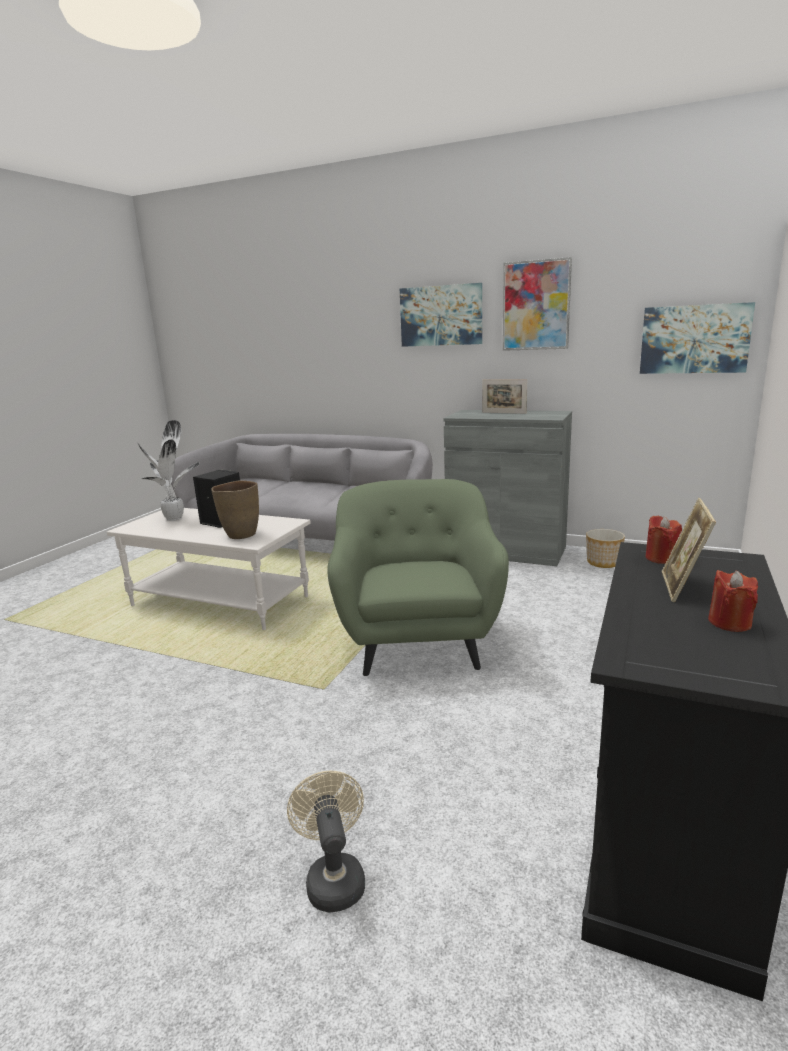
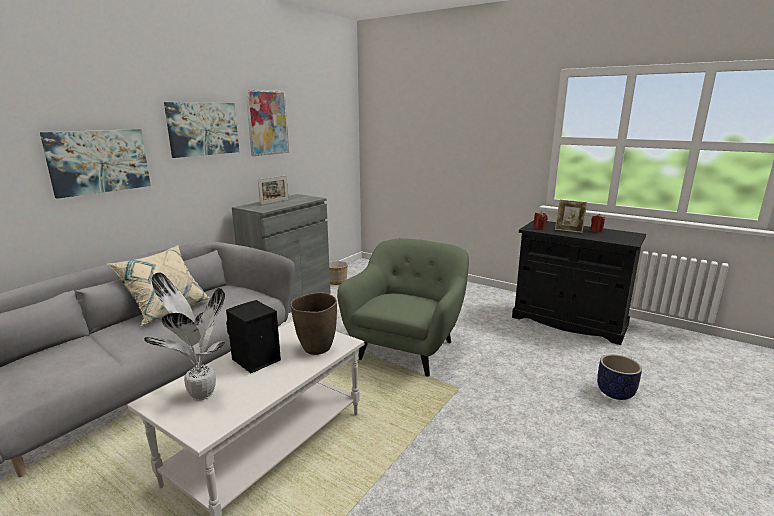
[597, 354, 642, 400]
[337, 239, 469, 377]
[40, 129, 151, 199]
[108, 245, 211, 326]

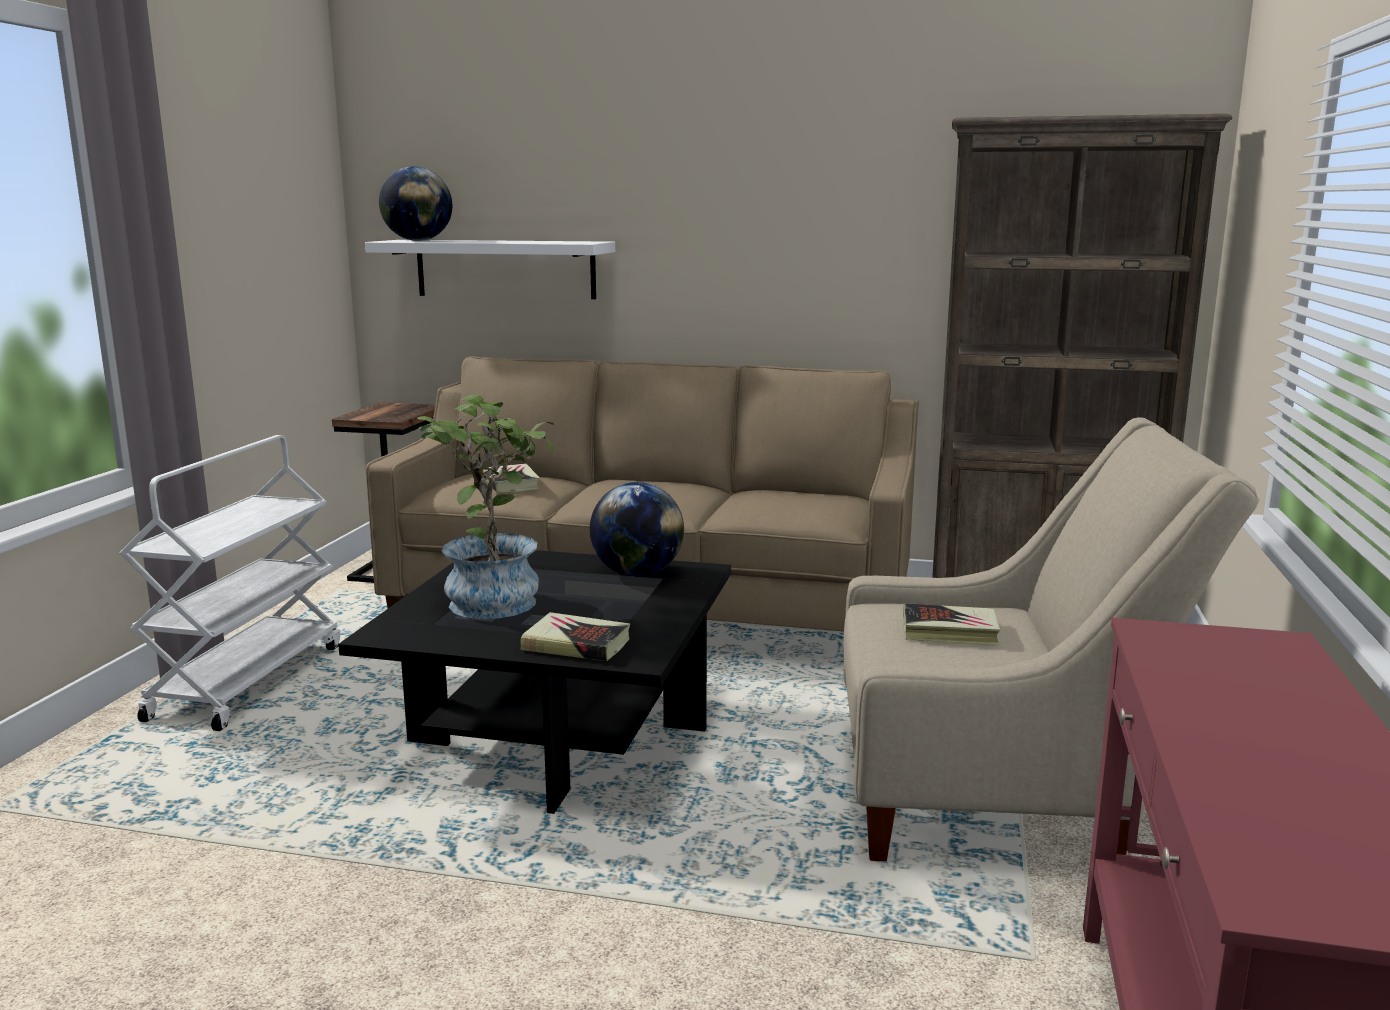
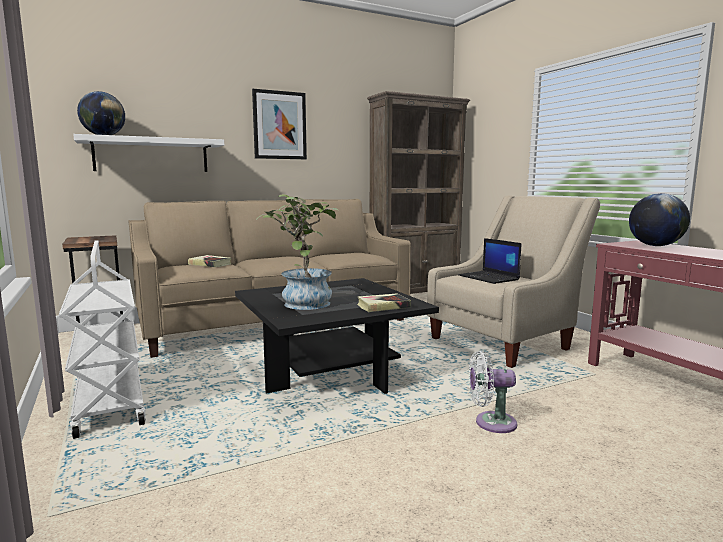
[629, 193, 690, 246]
[458, 238, 521, 284]
[252, 89, 307, 159]
[469, 351, 517, 433]

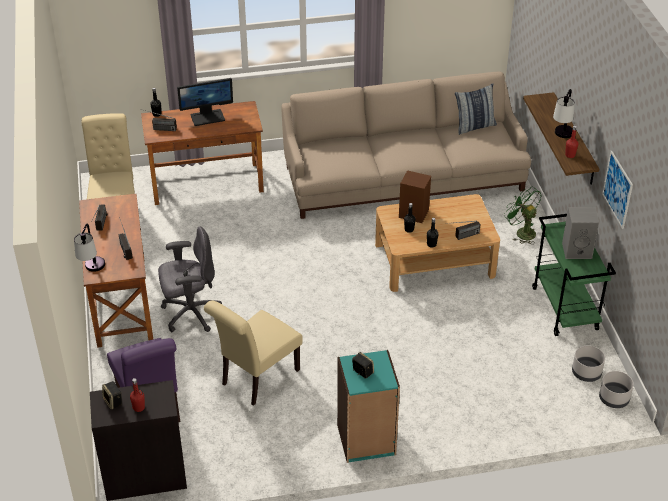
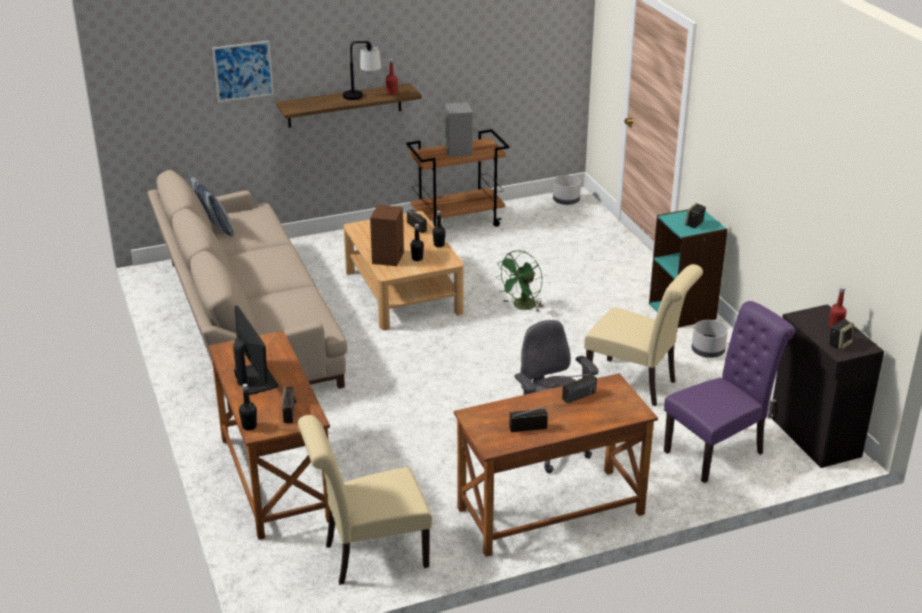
[74, 224, 105, 272] (first image)
[496, 250, 544, 312]
[406, 129, 509, 227]
[692, 320, 728, 358]
[212, 41, 274, 102]

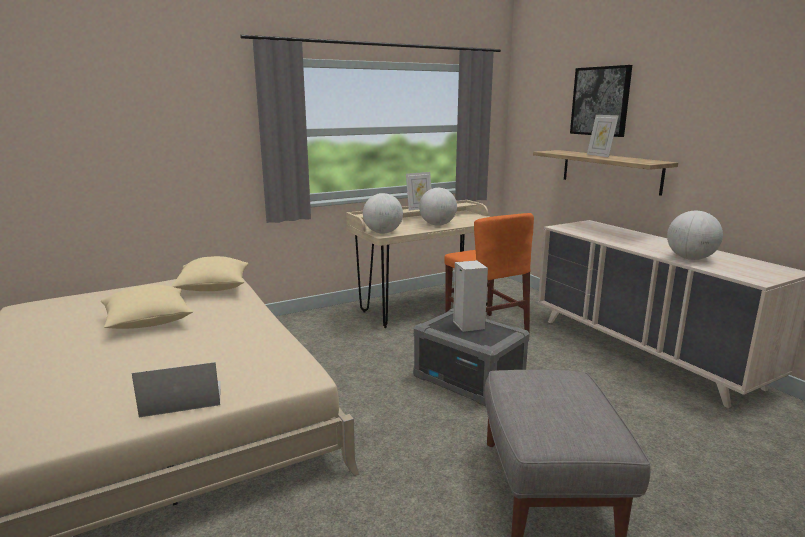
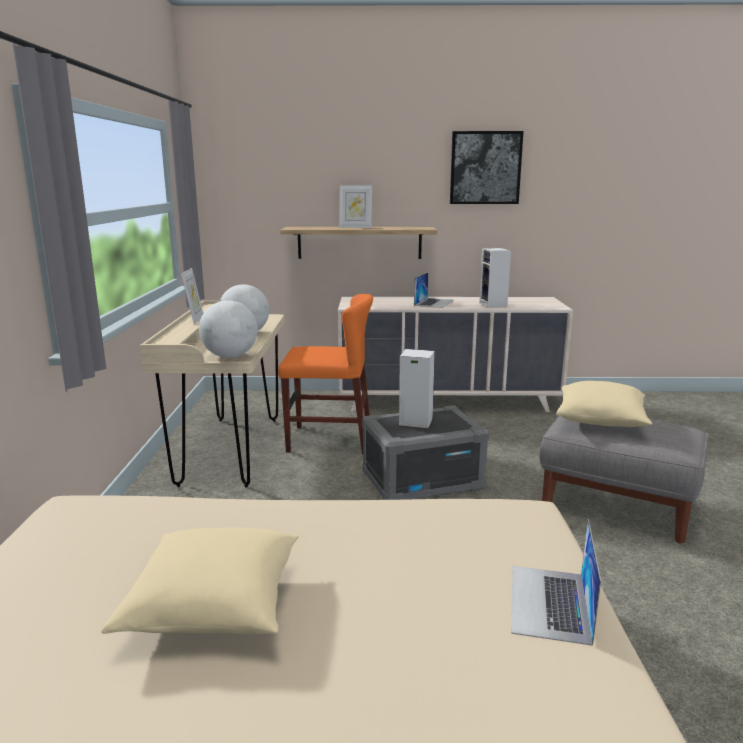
[556, 381, 652, 427]
[450, 131, 524, 204]
[479, 248, 511, 308]
[414, 272, 454, 308]

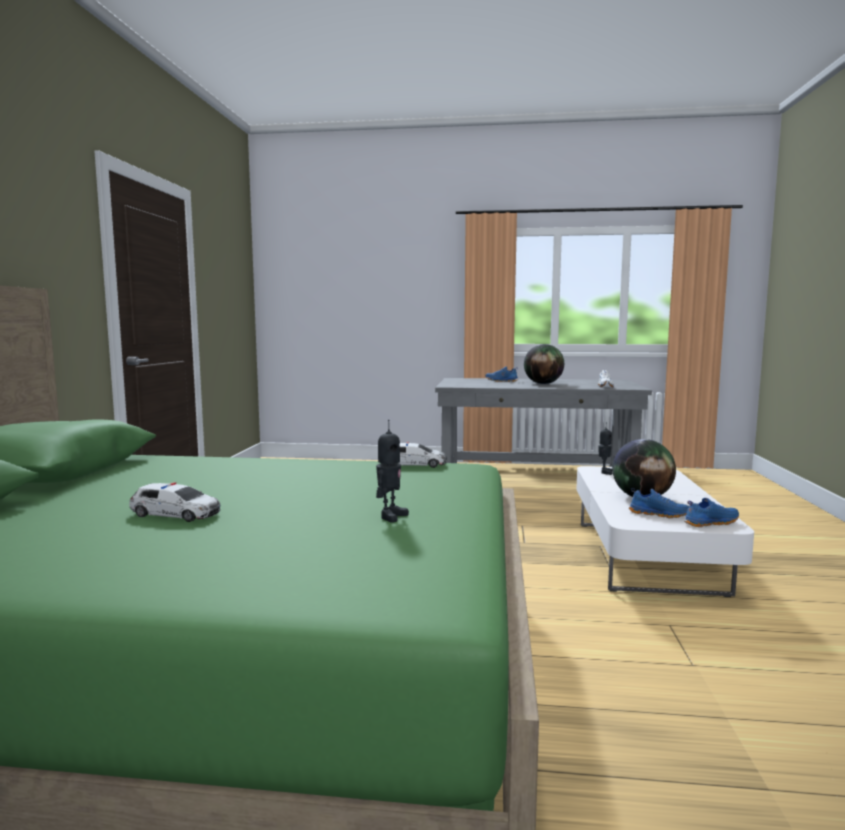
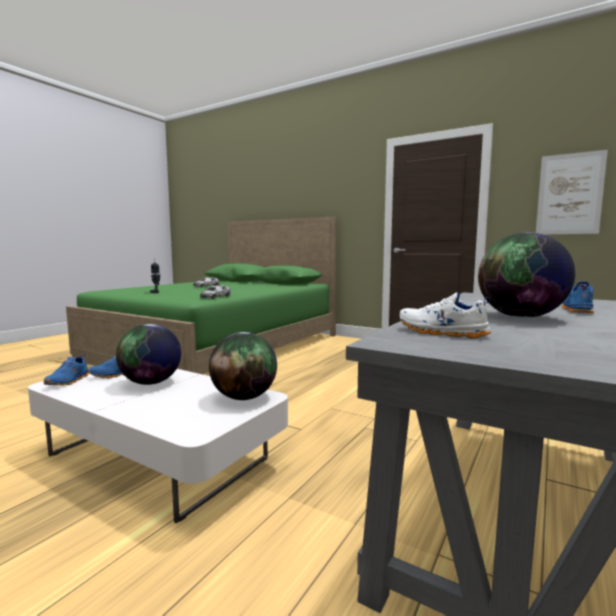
[209, 332, 277, 400]
[536, 150, 608, 235]

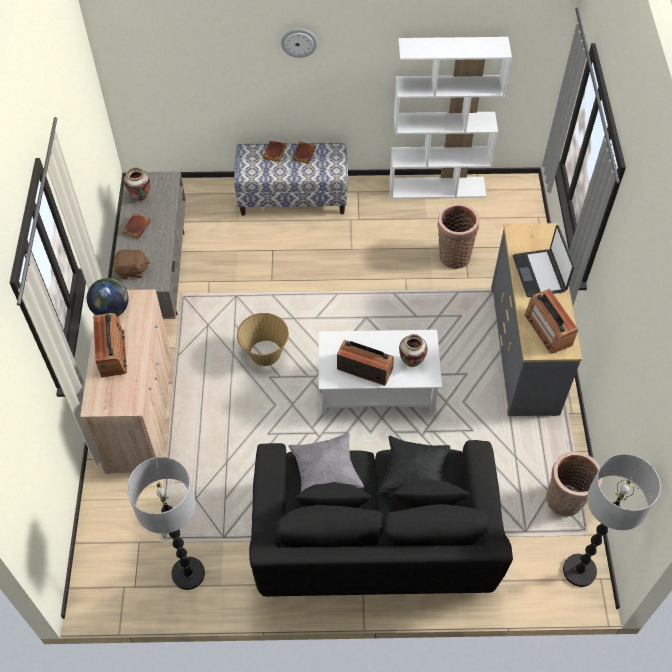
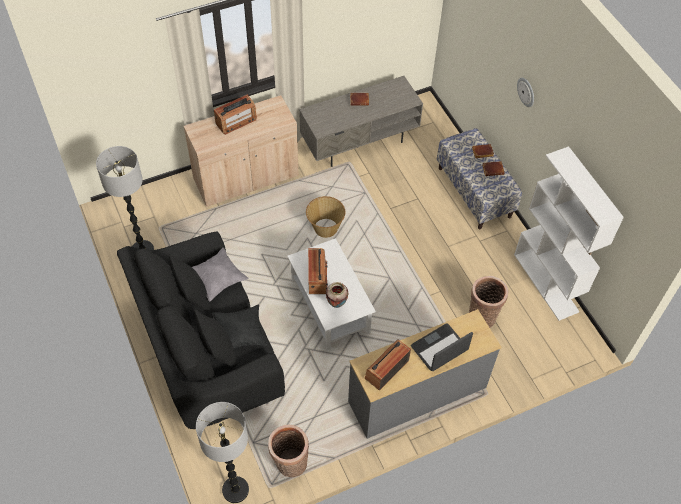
[87, 278, 129, 317] (first image)
[113, 246, 150, 279] (first image)
[124, 167, 150, 201] (first image)

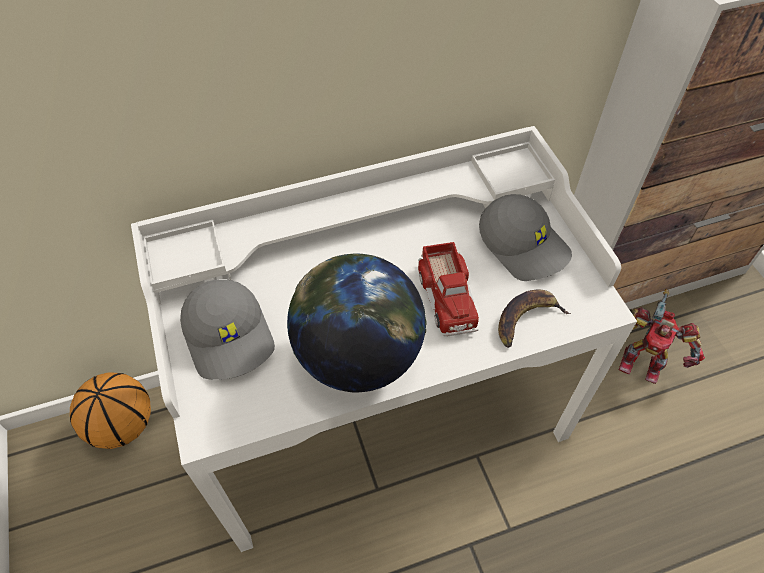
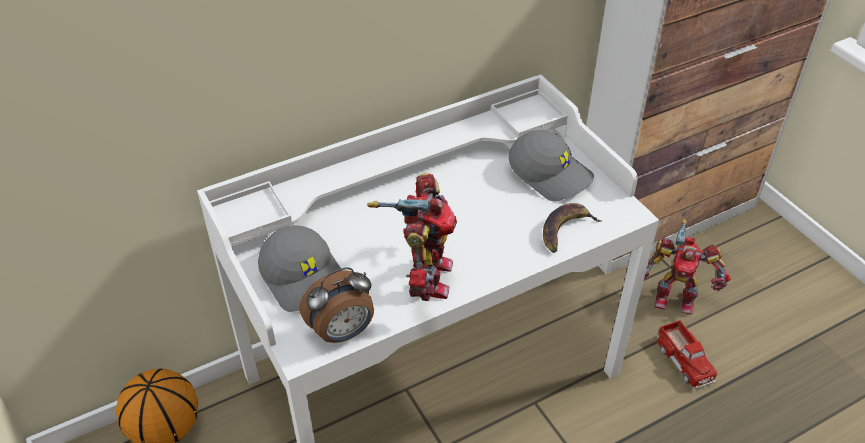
[367, 173, 457, 301]
[657, 320, 717, 389]
[300, 267, 374, 343]

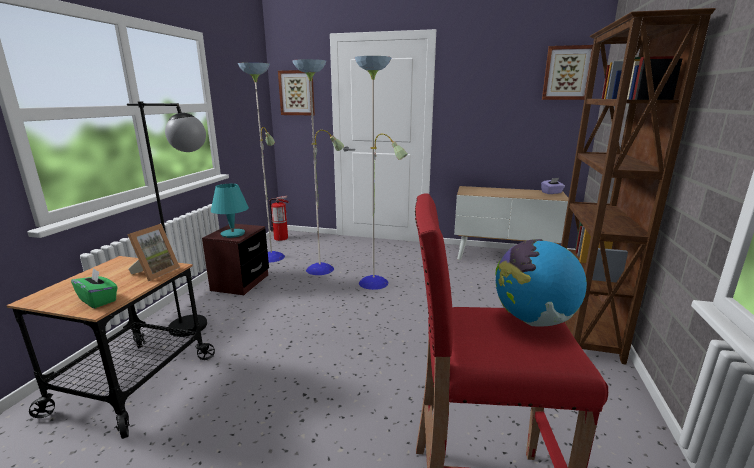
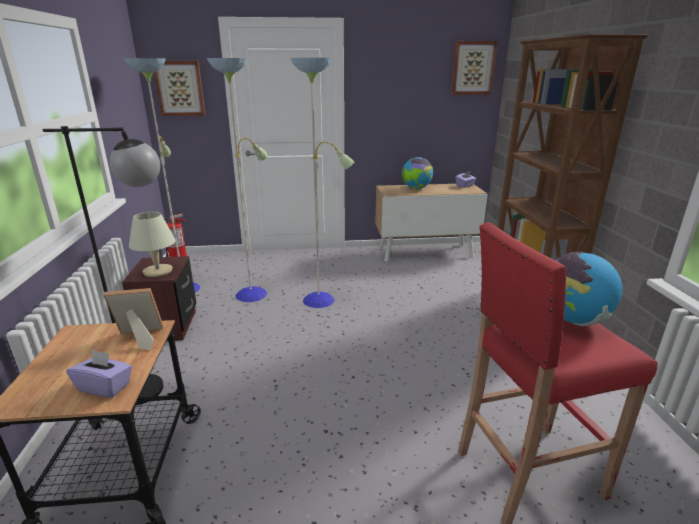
[67, 350, 132, 398]
[103, 288, 164, 350]
[129, 212, 176, 277]
[401, 157, 433, 189]

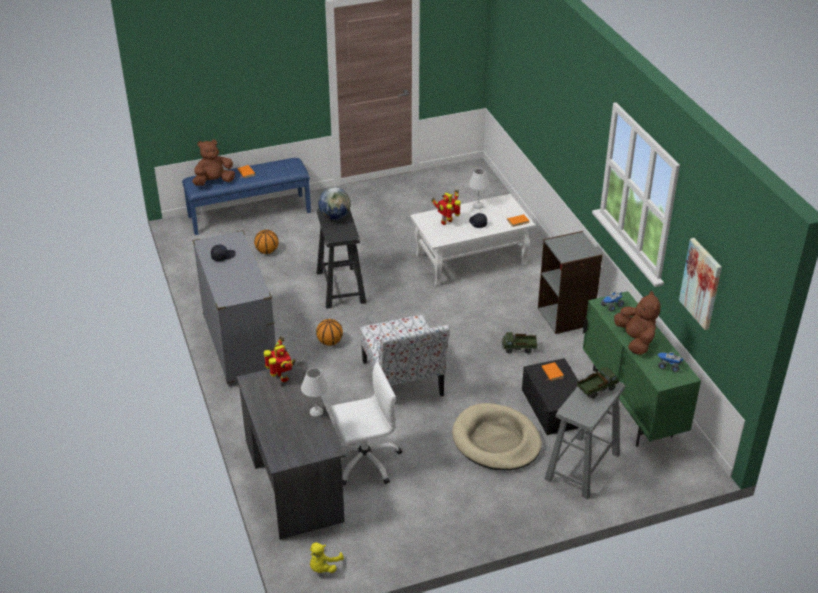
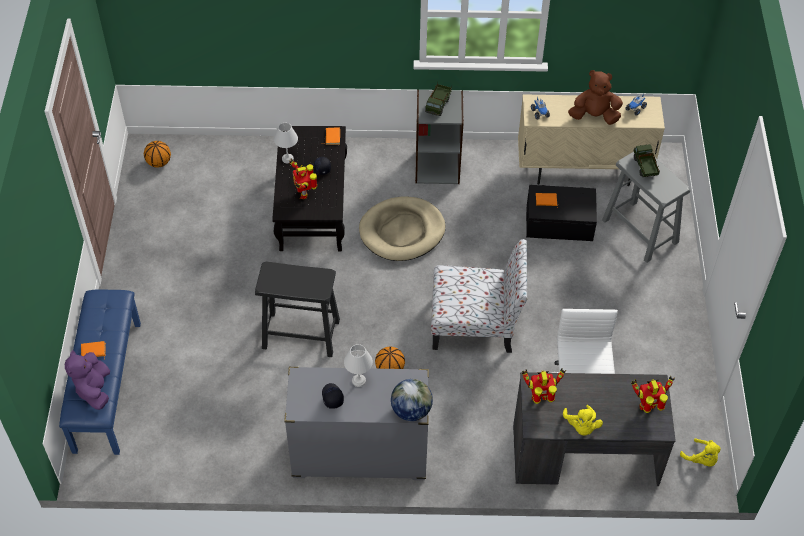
[65, 350, 110, 410]
[144, 141, 171, 168]
[344, 344, 373, 387]
[391, 379, 433, 421]
[272, 126, 347, 251]
[359, 196, 445, 261]
[425, 82, 452, 116]
[518, 94, 665, 186]
[679, 238, 722, 330] (first image)
[563, 405, 603, 435]
[631, 376, 675, 413]

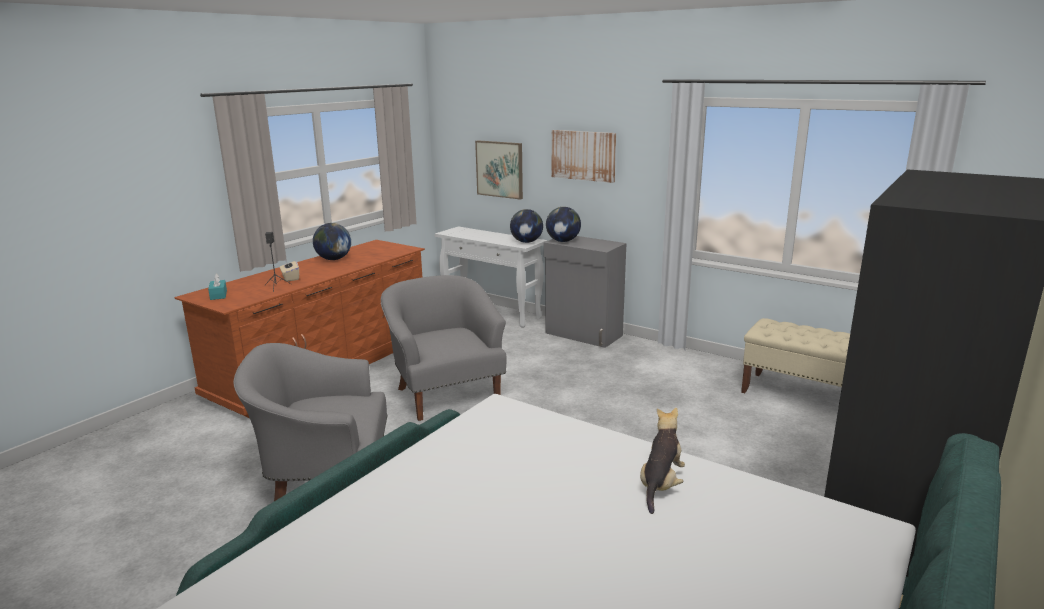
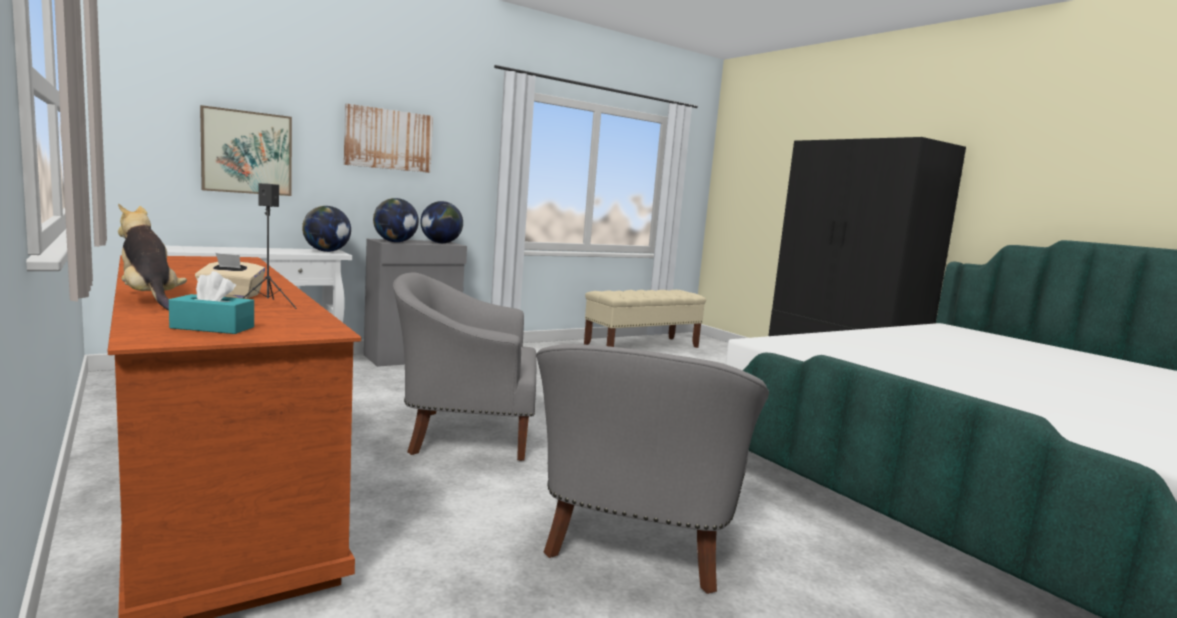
[420, 201, 463, 243]
[118, 203, 187, 310]

